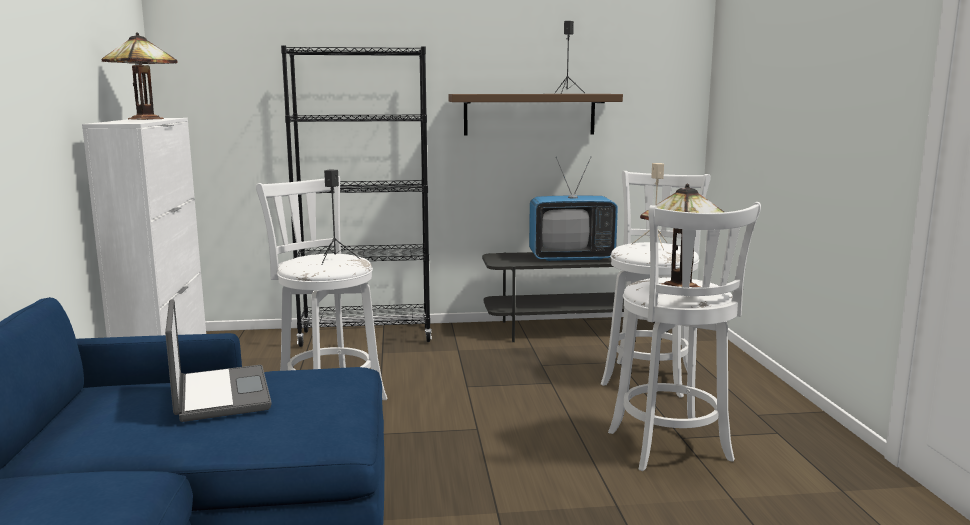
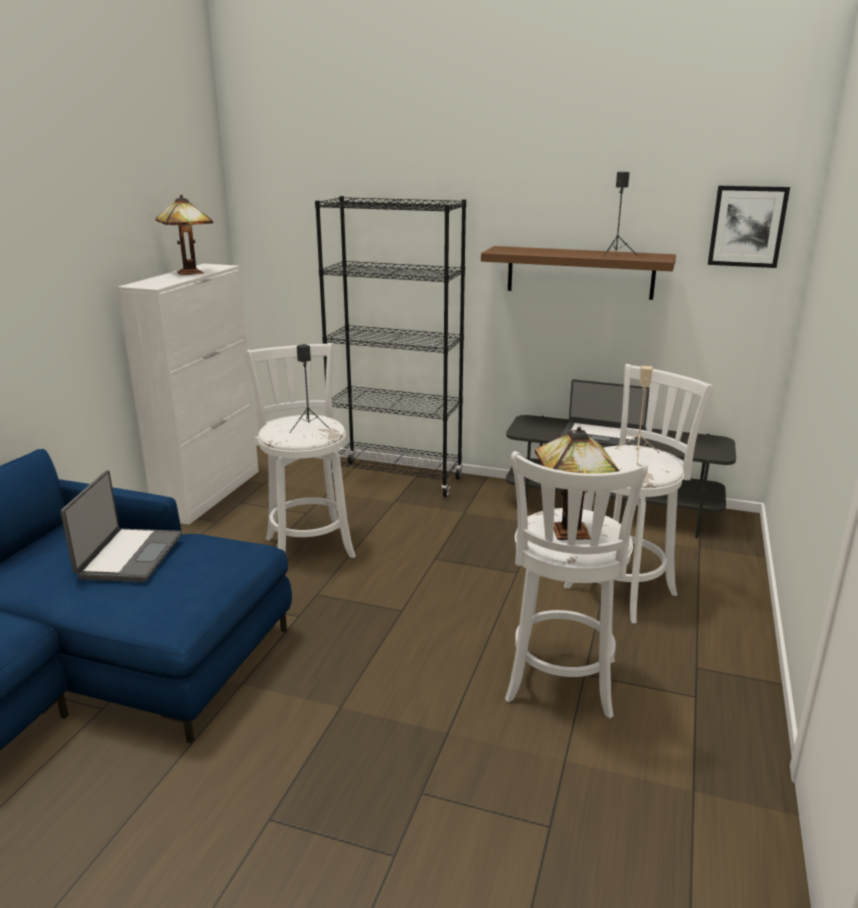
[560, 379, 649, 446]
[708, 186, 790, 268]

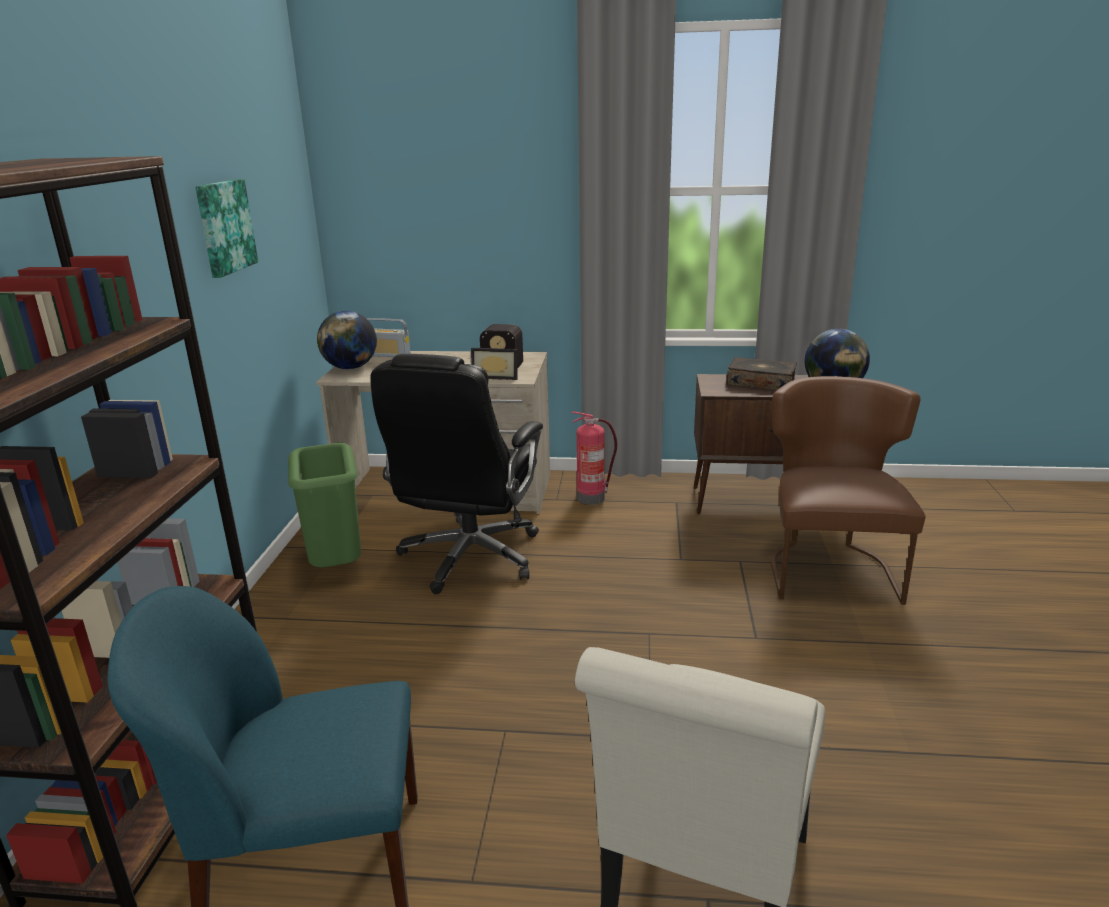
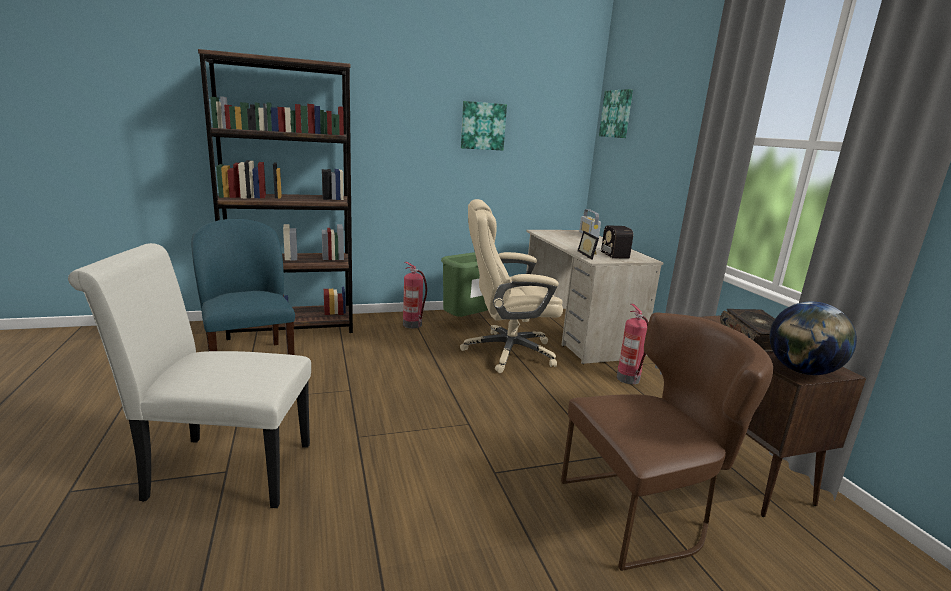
[317, 311, 377, 369] (first image)
[460, 199, 563, 373]
[403, 262, 427, 328]
[599, 89, 633, 138]

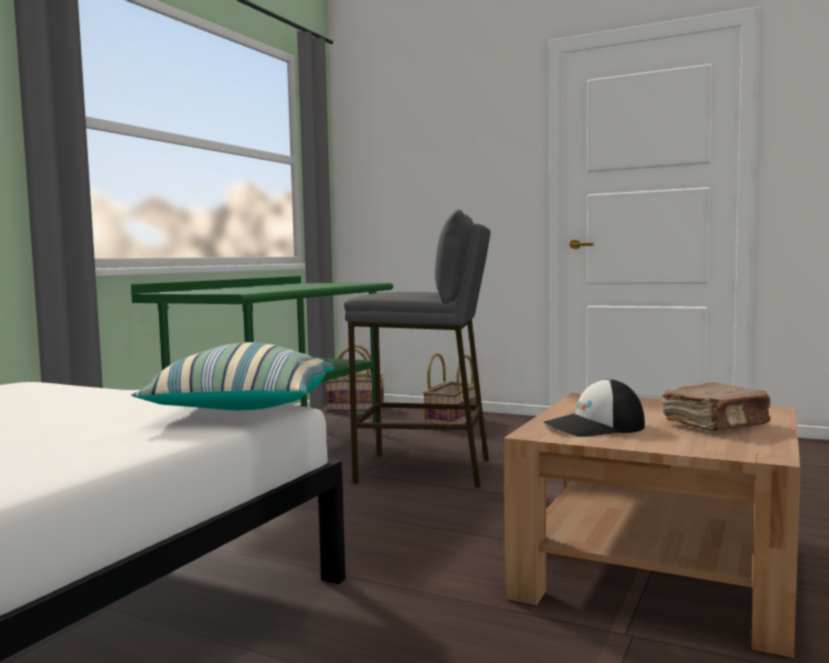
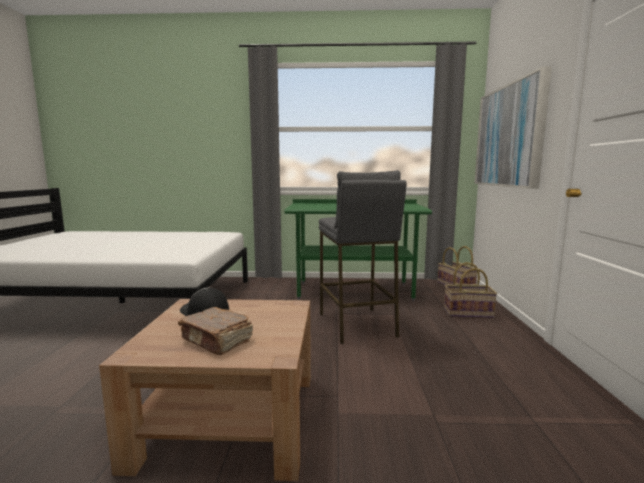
[131, 342, 334, 410] (first image)
[474, 67, 552, 189]

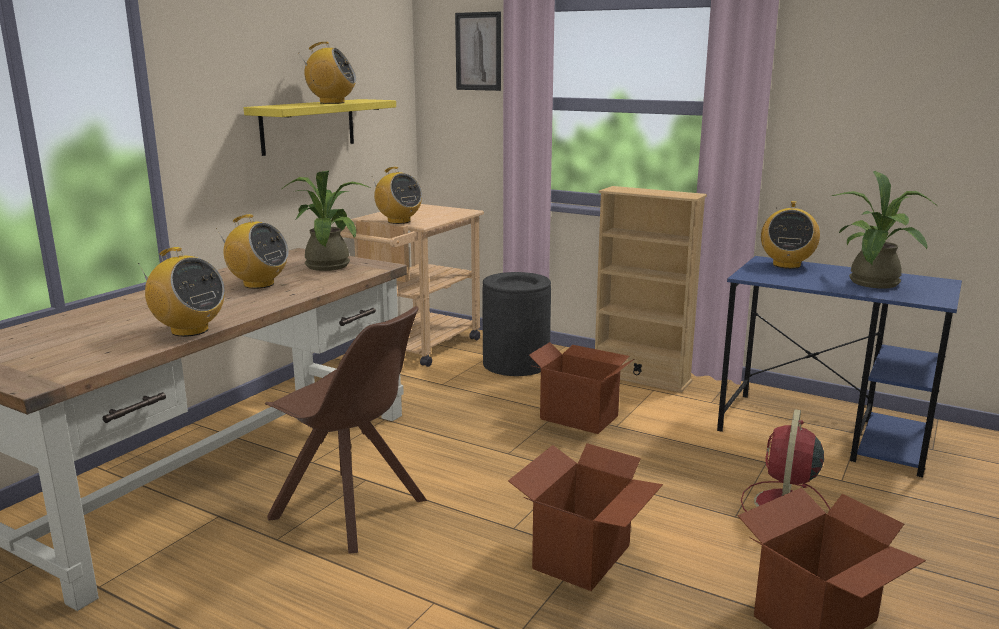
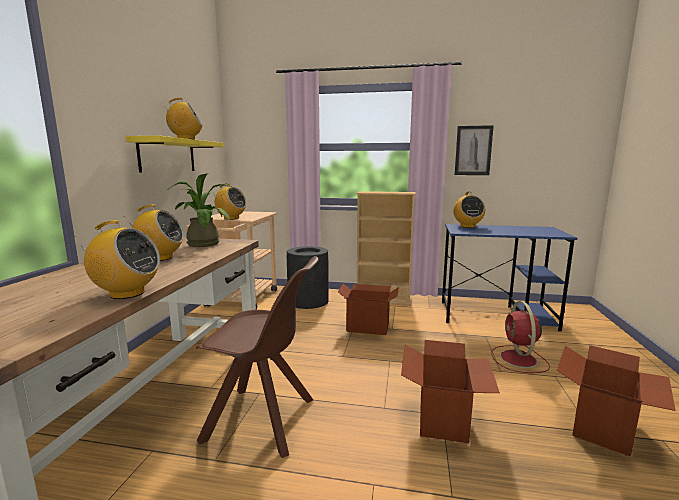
[455, 125, 494, 175]
[832, 171, 937, 289] (first image)

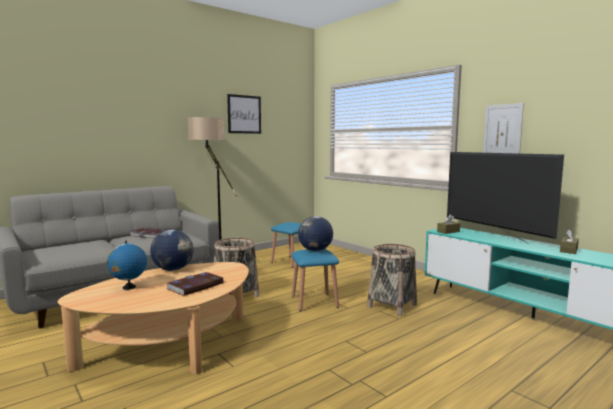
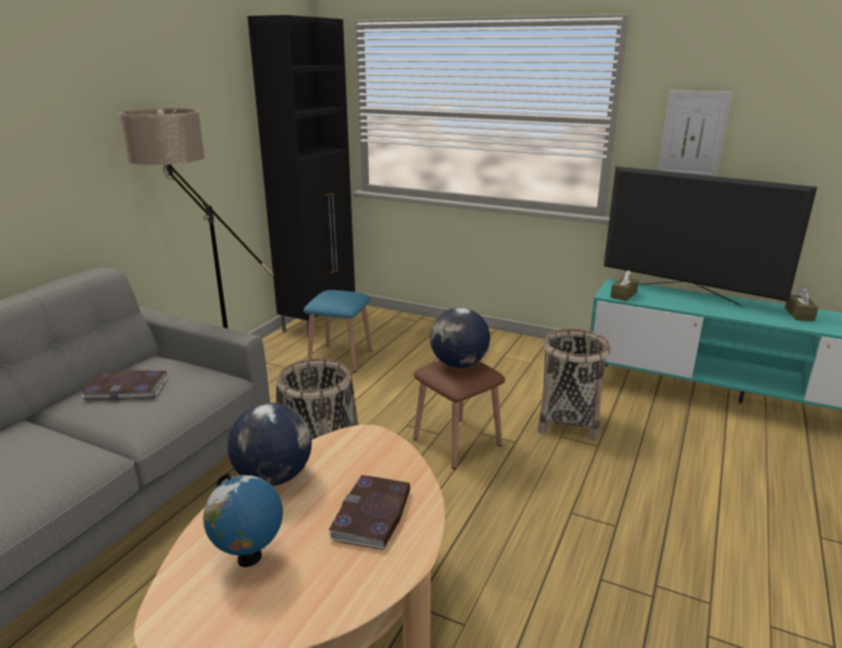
[227, 94, 261, 134] (first image)
[413, 360, 505, 469]
[248, 15, 355, 337]

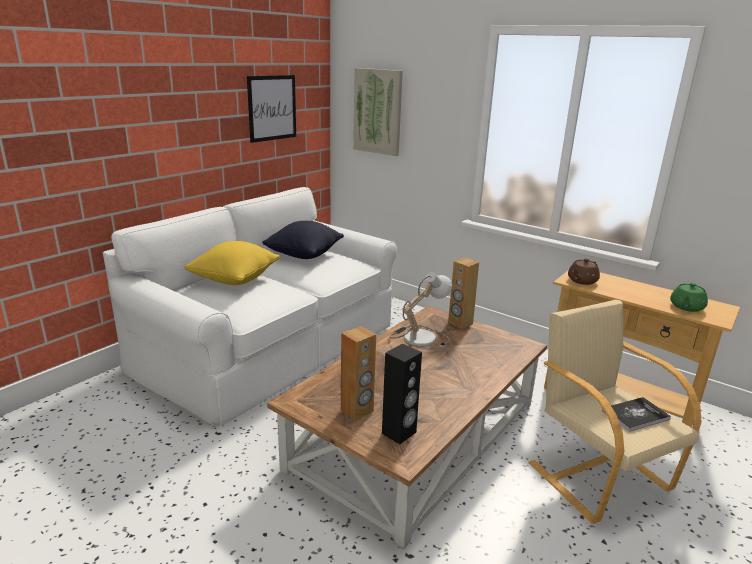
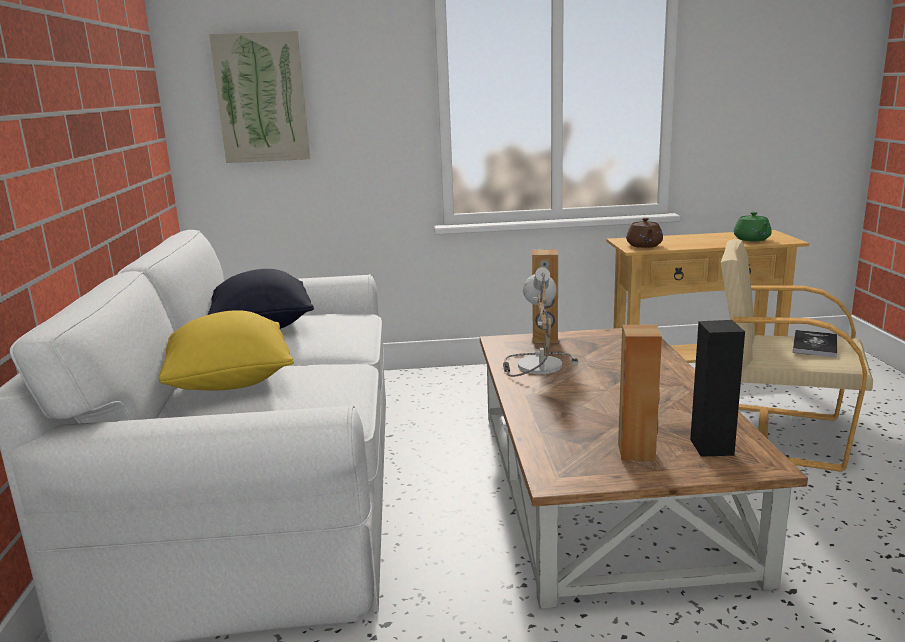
[247, 75, 296, 143] (first image)

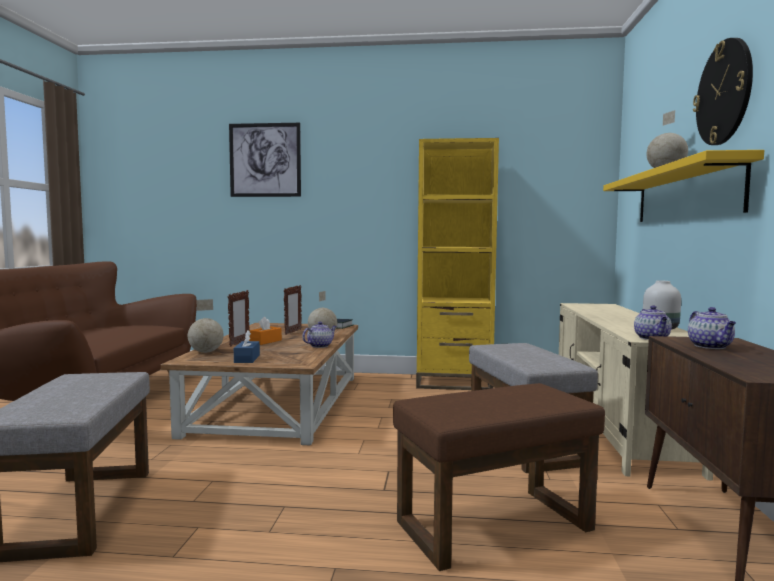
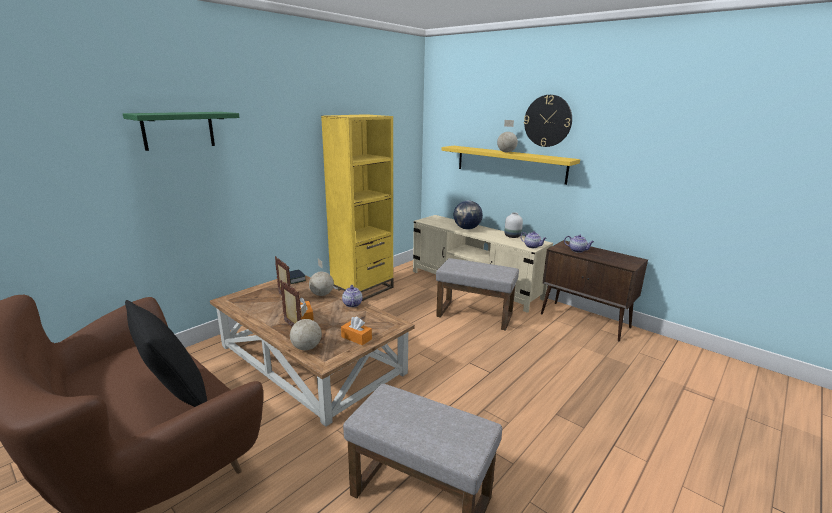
[123, 112, 240, 151]
[341, 316, 372, 346]
[393, 383, 605, 571] (first image)
[125, 300, 207, 407]
[454, 200, 483, 229]

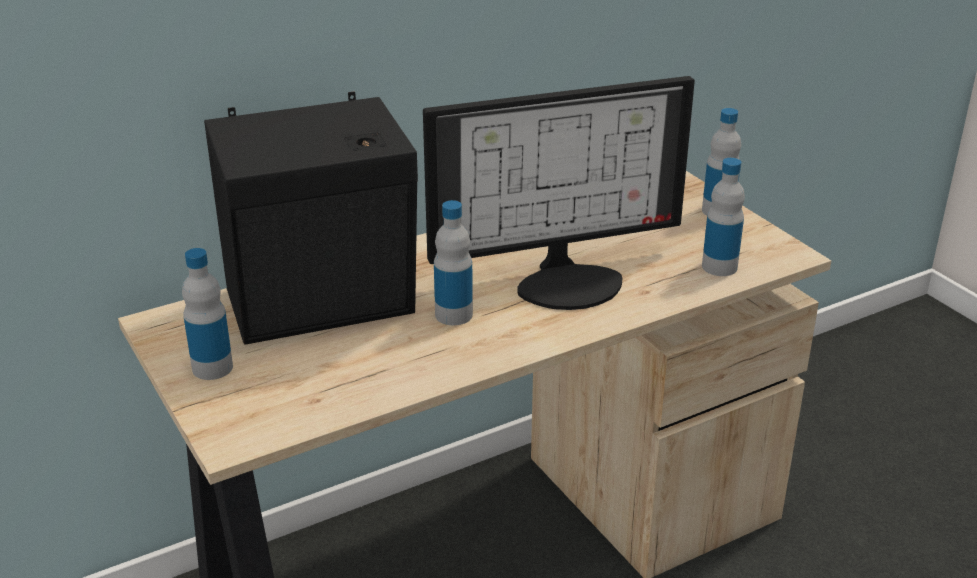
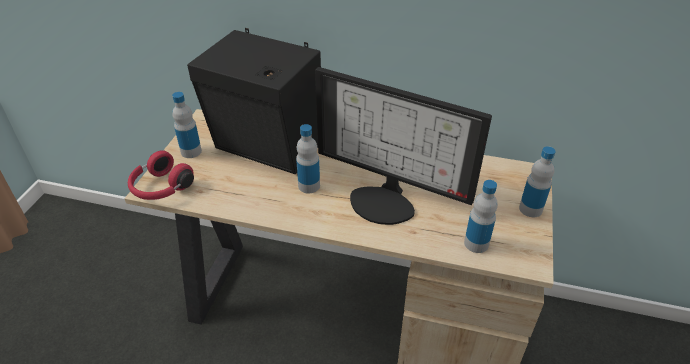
[128, 150, 194, 200]

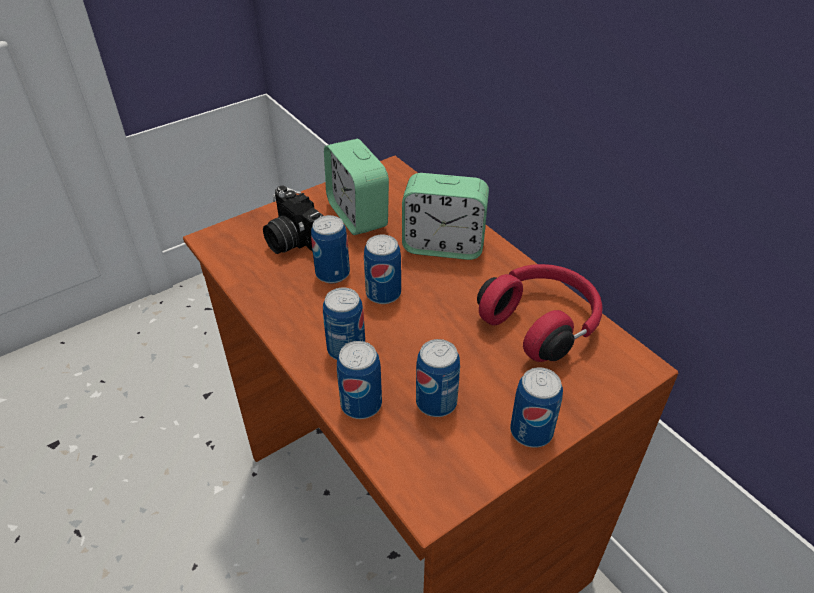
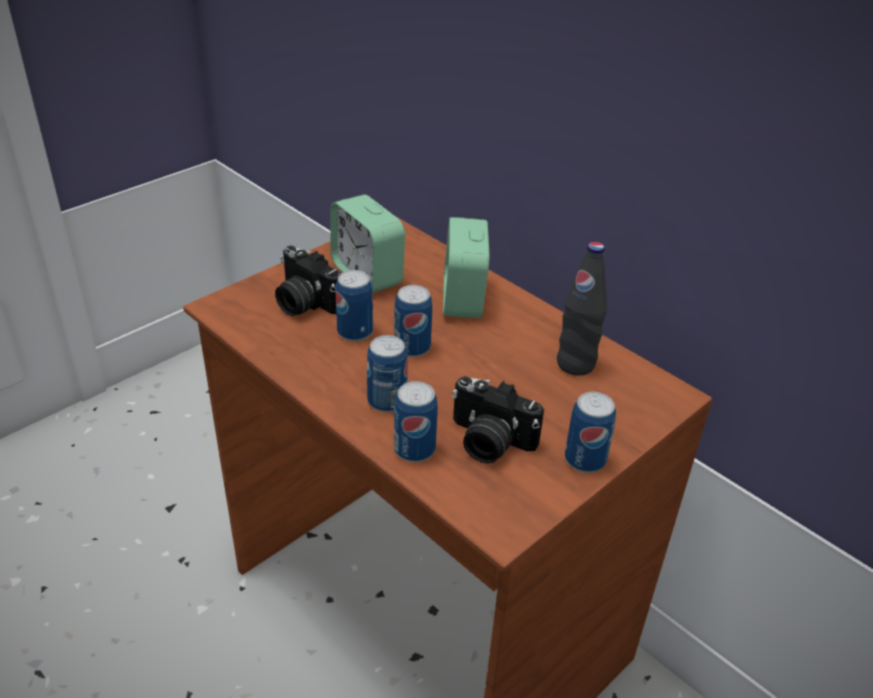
[443, 217, 489, 318]
[452, 376, 544, 464]
[557, 242, 607, 376]

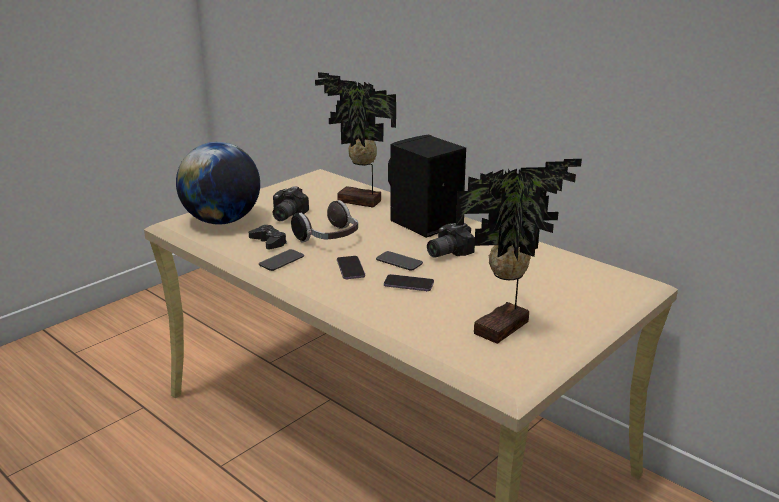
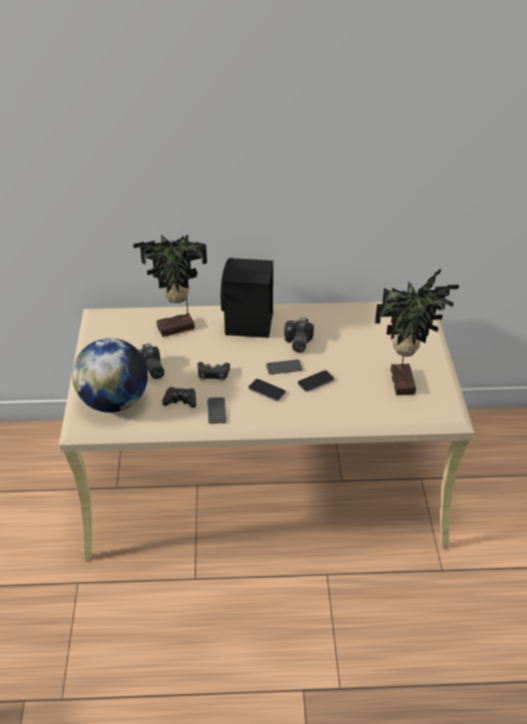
[197, 362, 230, 381]

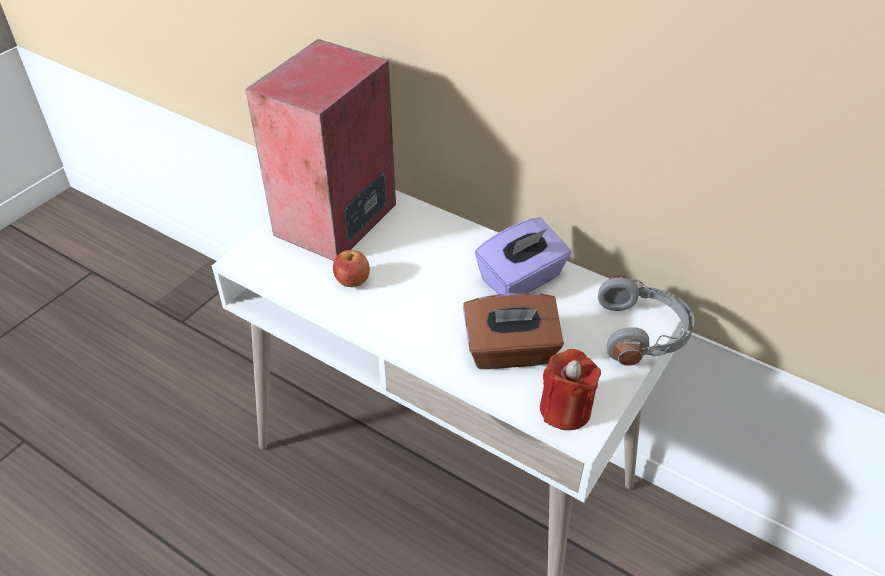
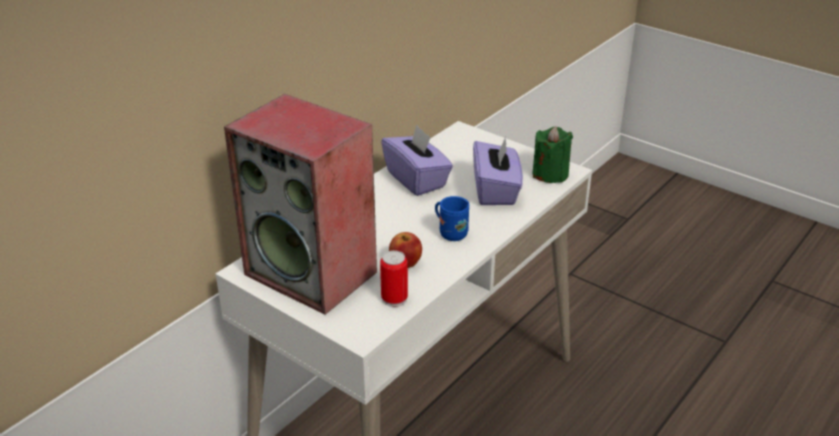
[473, 137, 523, 205]
[532, 126, 573, 183]
[598, 275, 695, 366] (first image)
[380, 250, 408, 307]
[435, 196, 469, 241]

